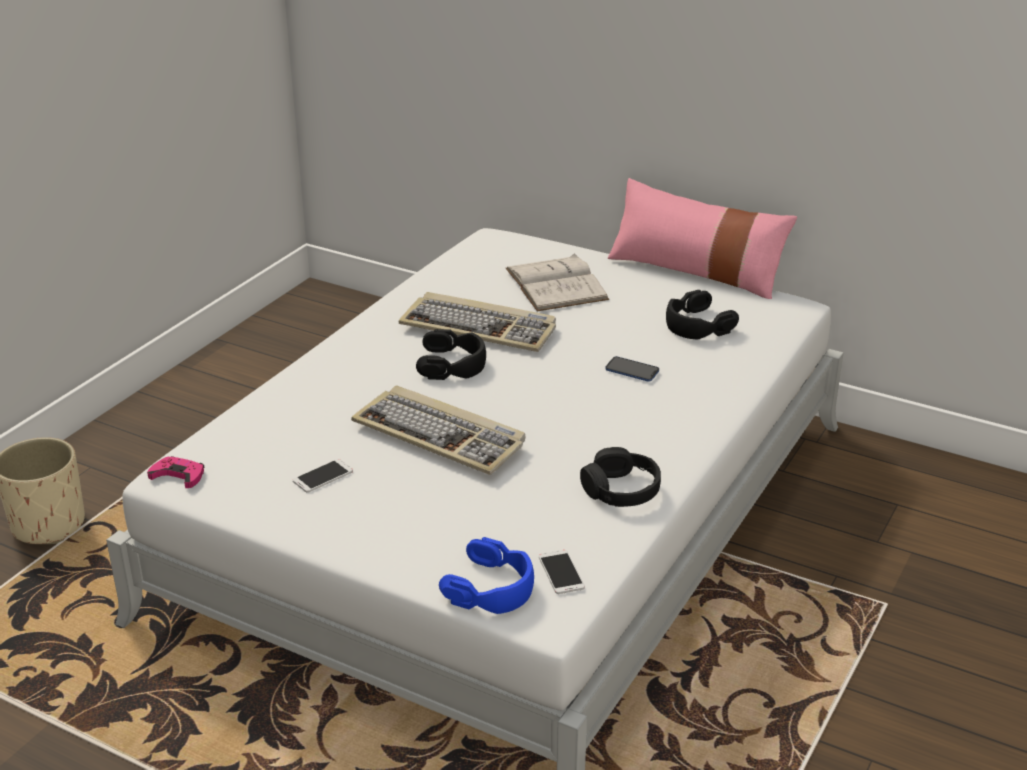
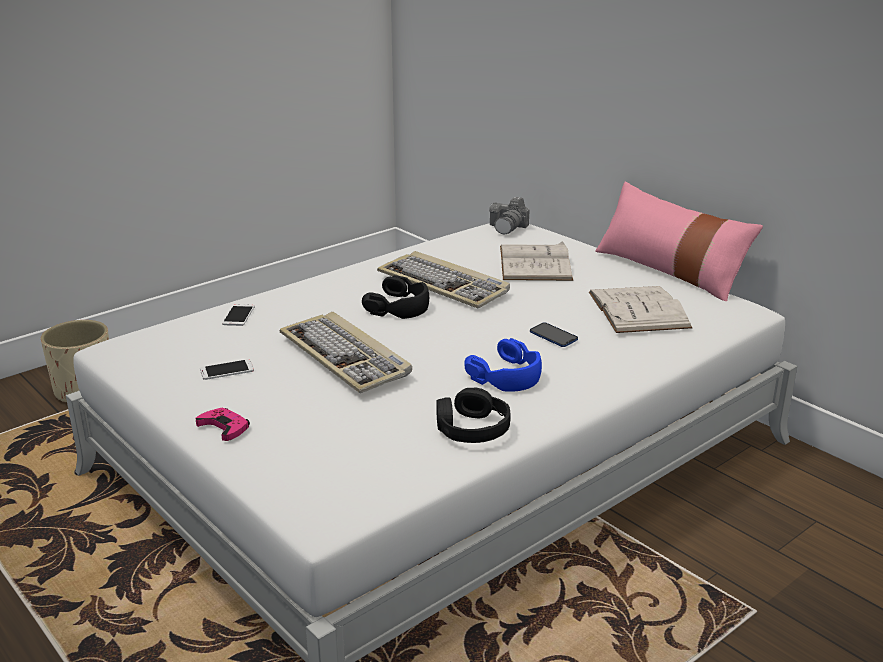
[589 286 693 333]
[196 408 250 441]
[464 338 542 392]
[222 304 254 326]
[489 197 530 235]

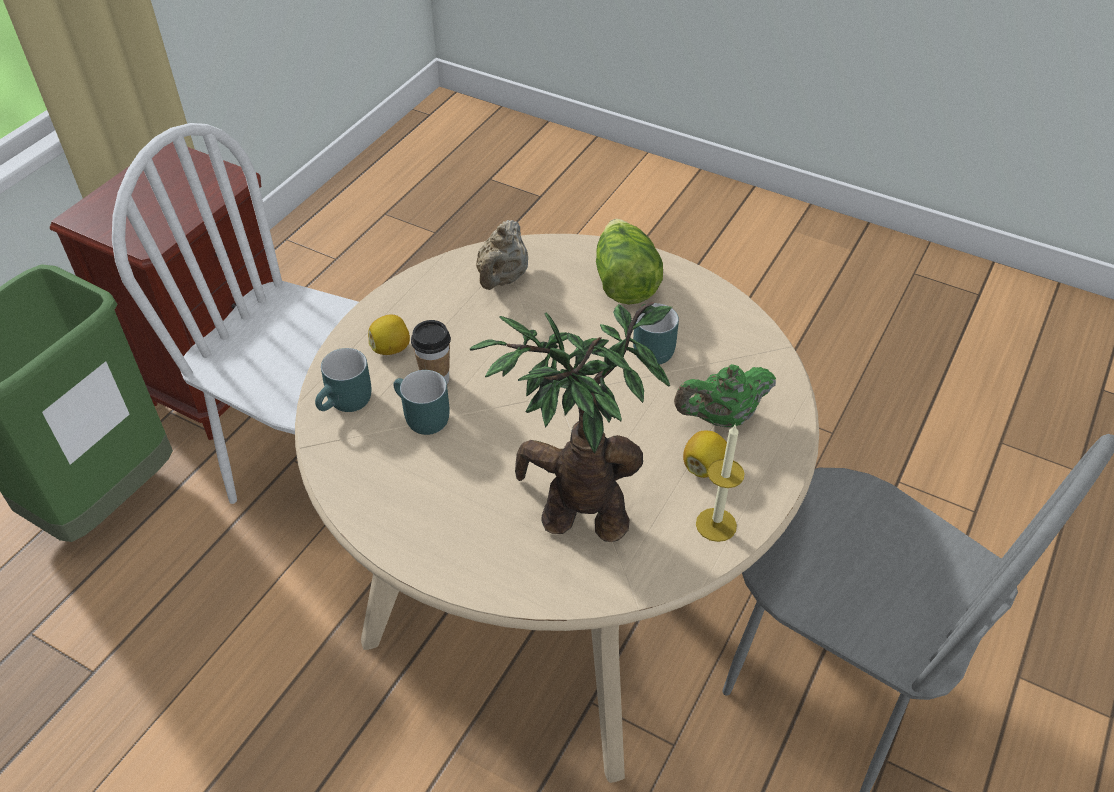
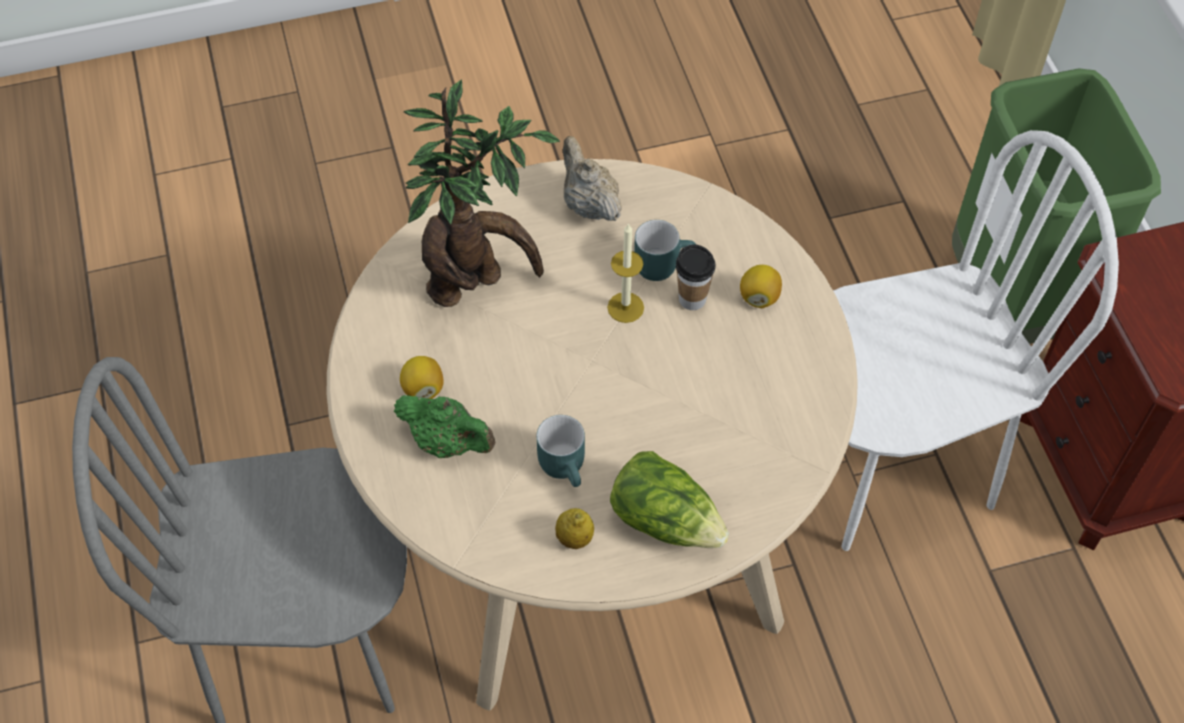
[563 136 622 221]
[315 348 371 412] (first image)
[394 395 495 458]
[607 223 644 323]
[555 508 594 549]

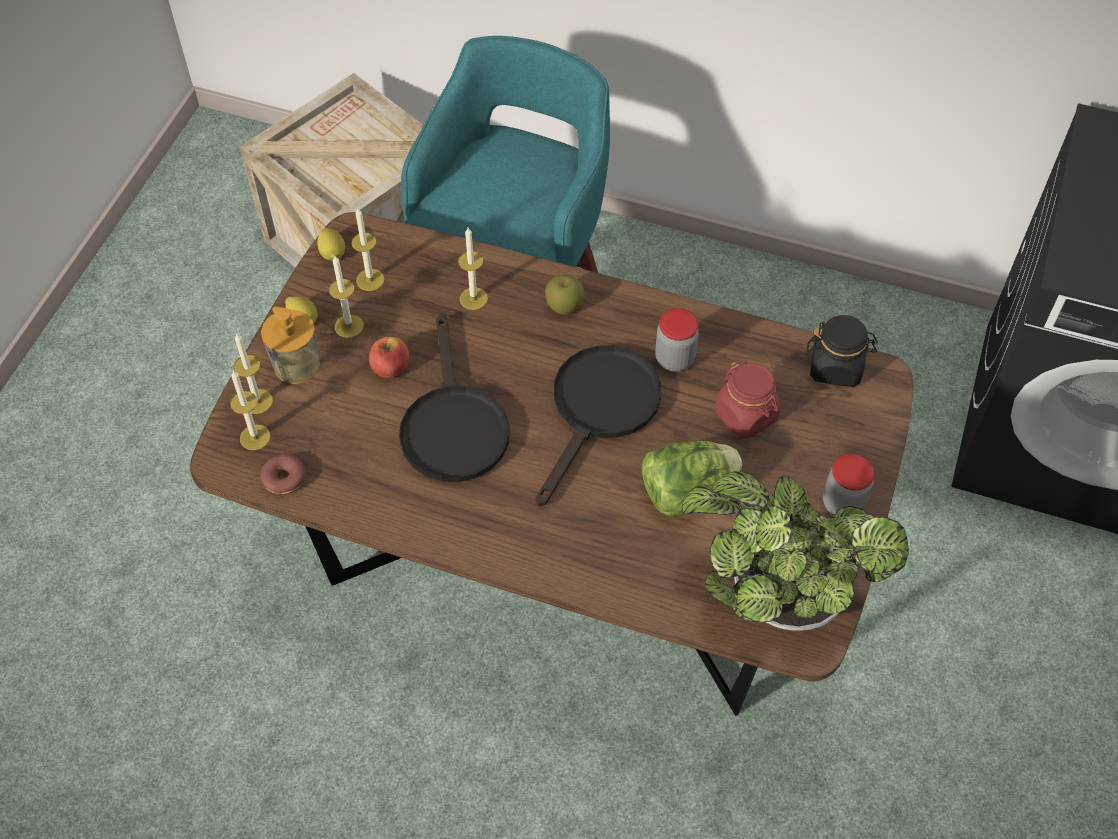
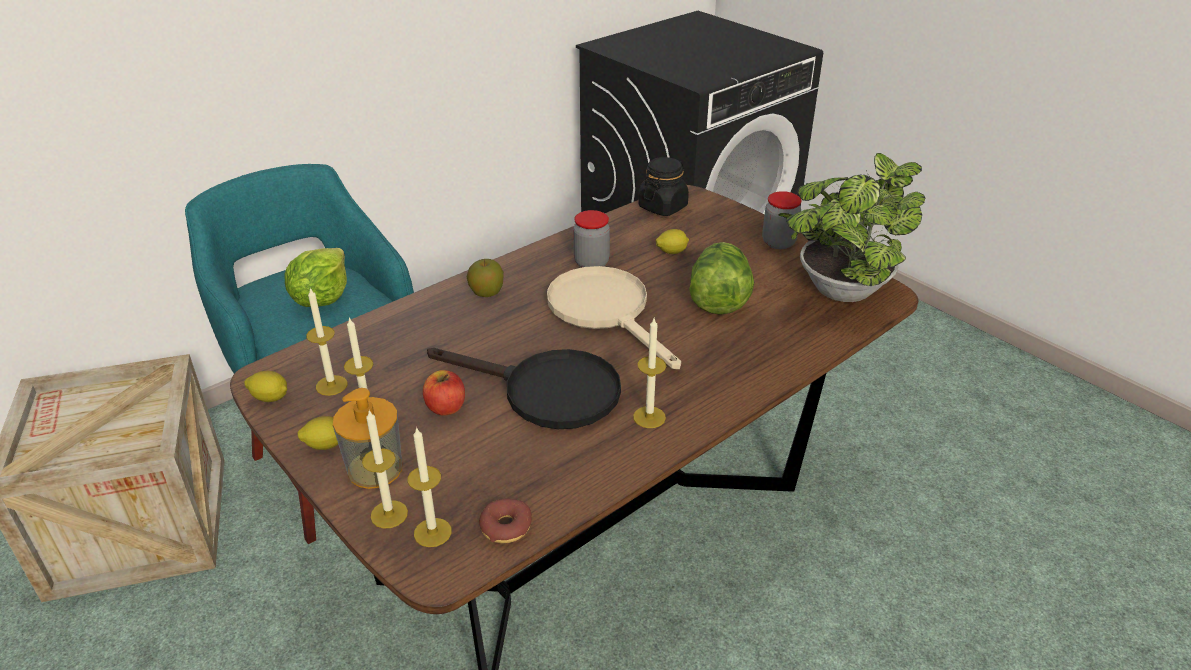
[633 318 666 428]
[547 266 681 369]
[656 229 689 254]
[284 248 347 307]

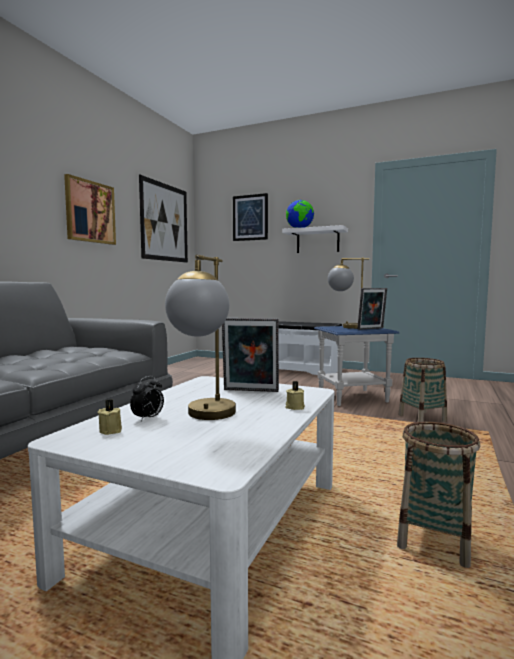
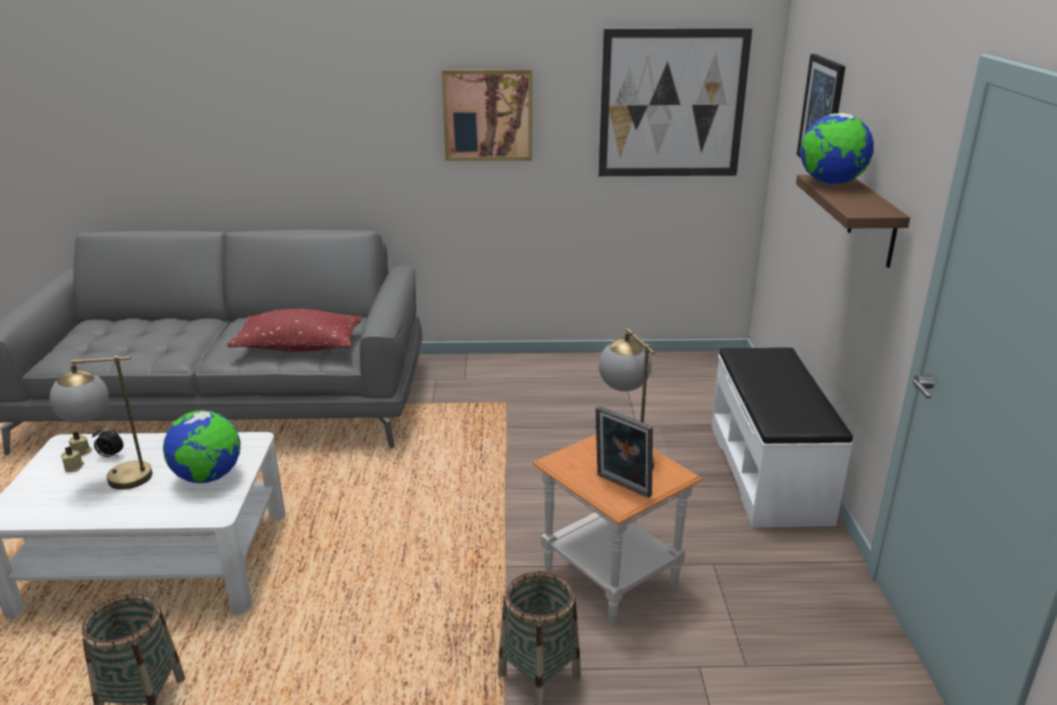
[796 175 910 268]
[163 410 241 483]
[532 434 703 625]
[61 447 84 472]
[227 309 362 351]

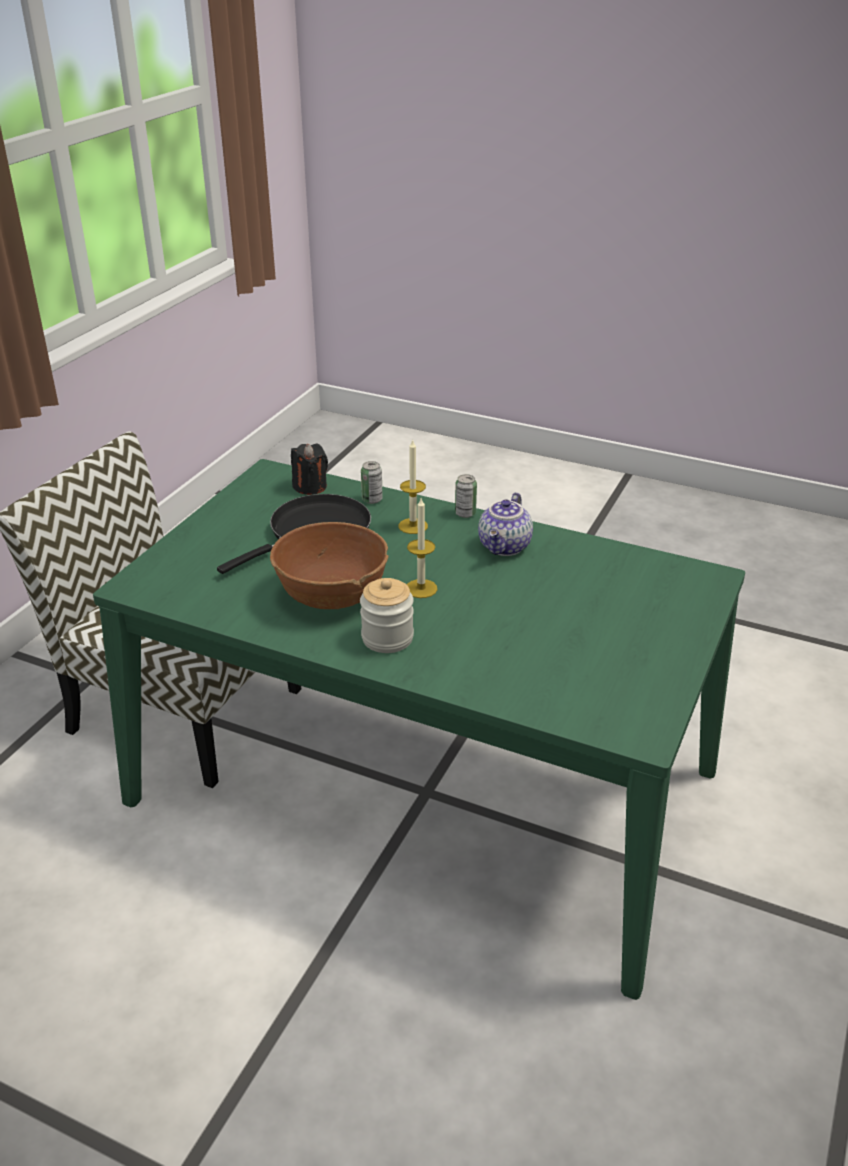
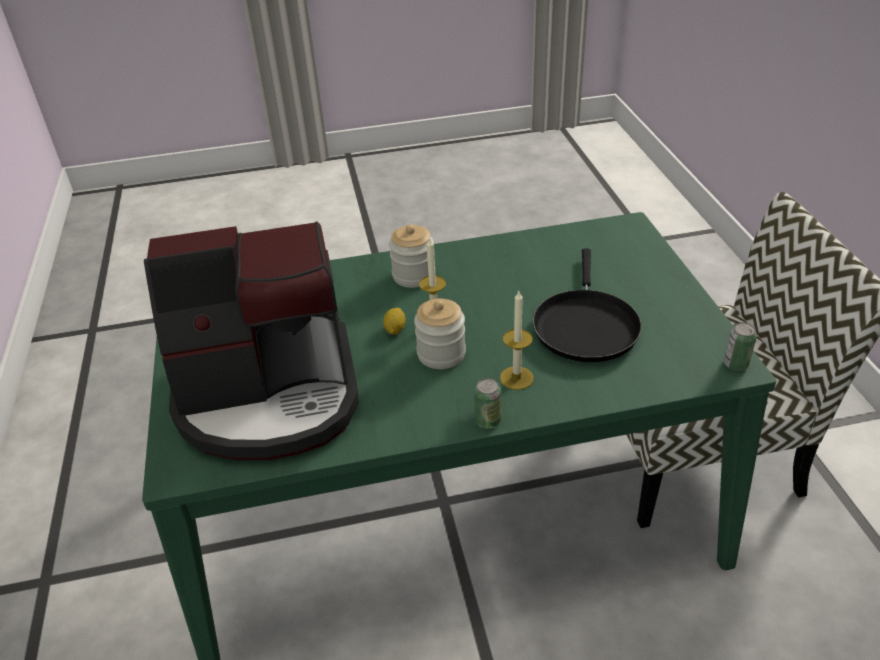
[291 444 328 495] (first image)
[724 322 757 371]
[478 492 533 556] (first image)
[270 522 389 609] (first image)
[144 221 359 460]
[414 299 466 369]
[383 308 406 335]

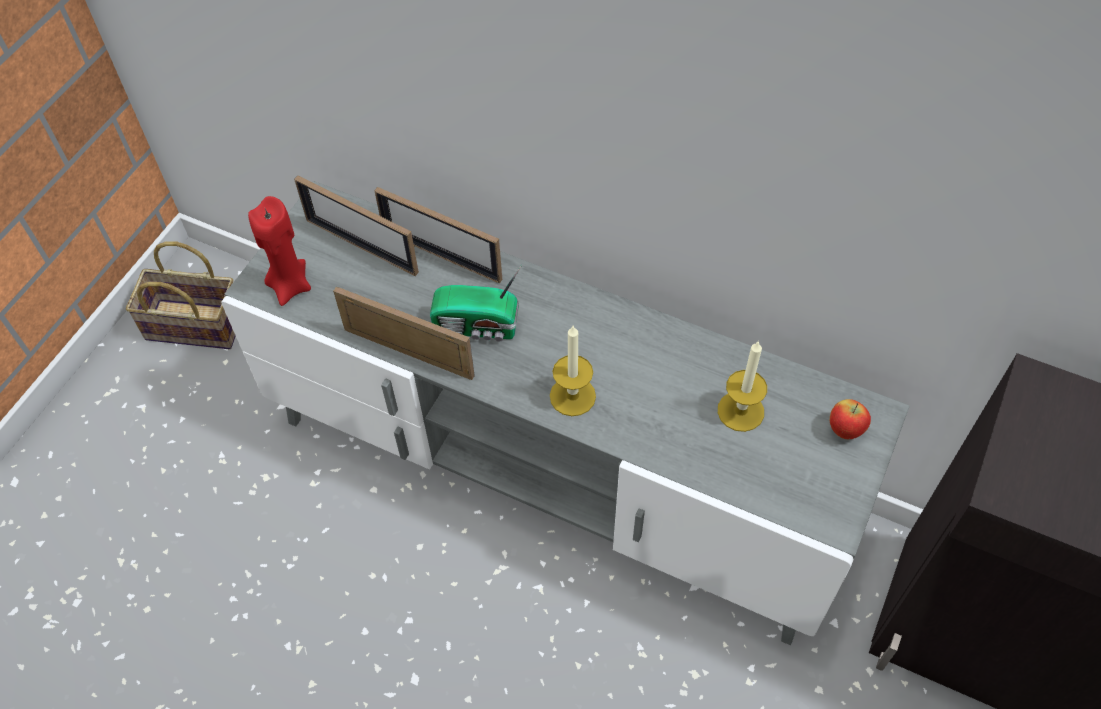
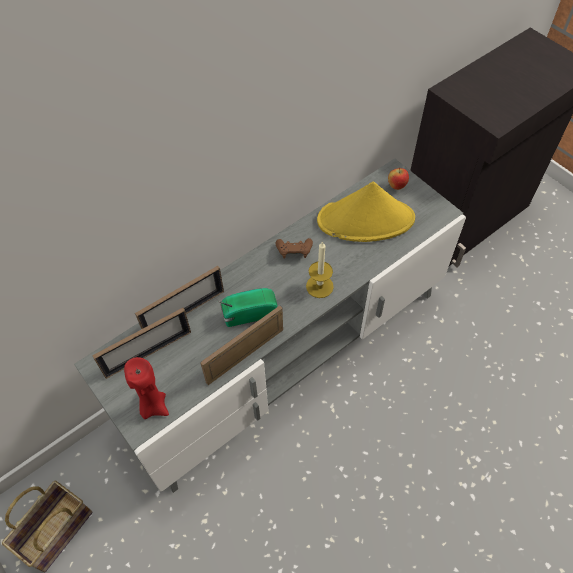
[217 288 278 327]
[317 182 415 242]
[276 238 313 259]

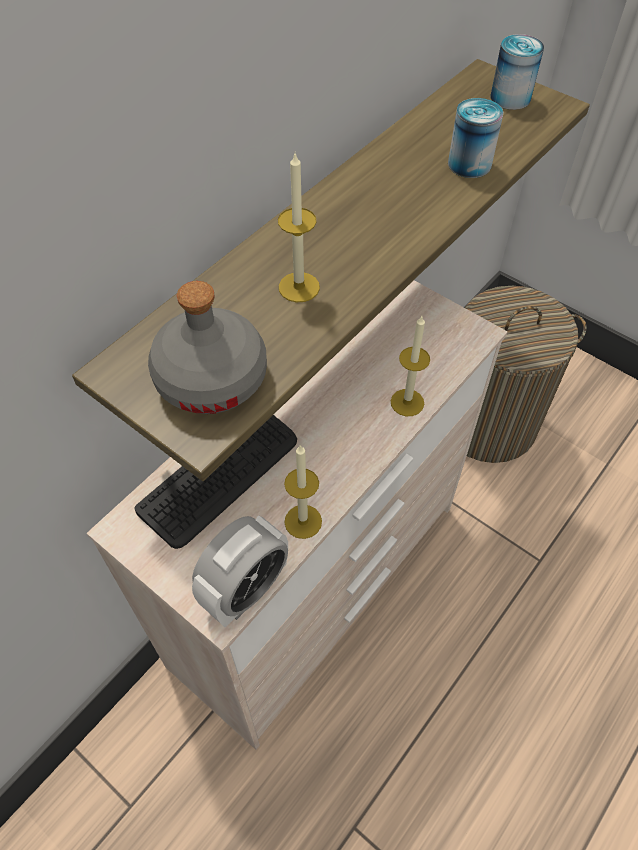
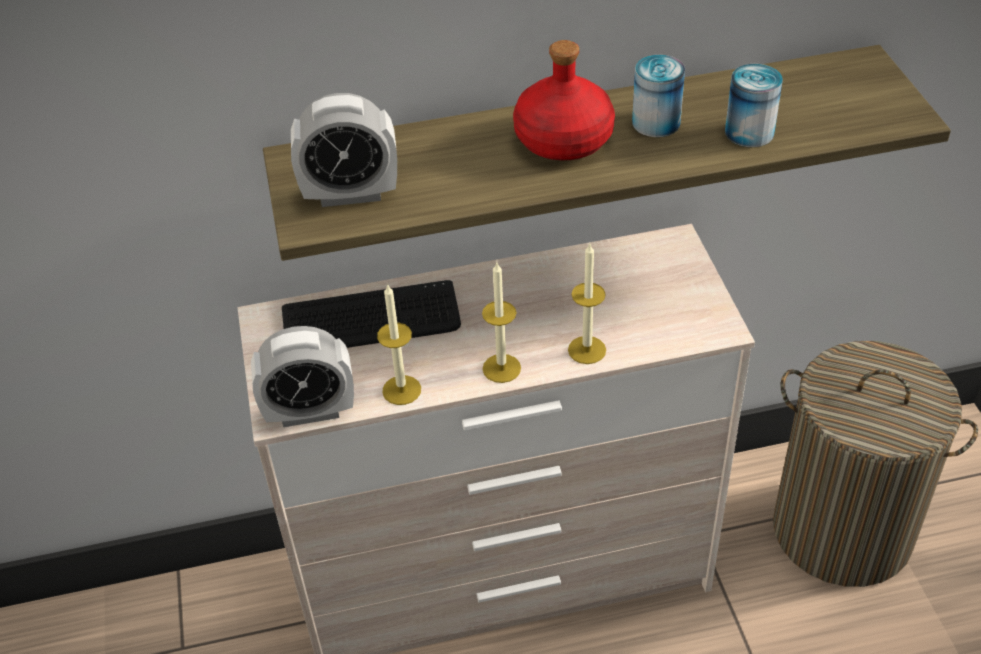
[632 55 685 137]
[482 263 521 383]
[291 93 397 207]
[513 40 615 160]

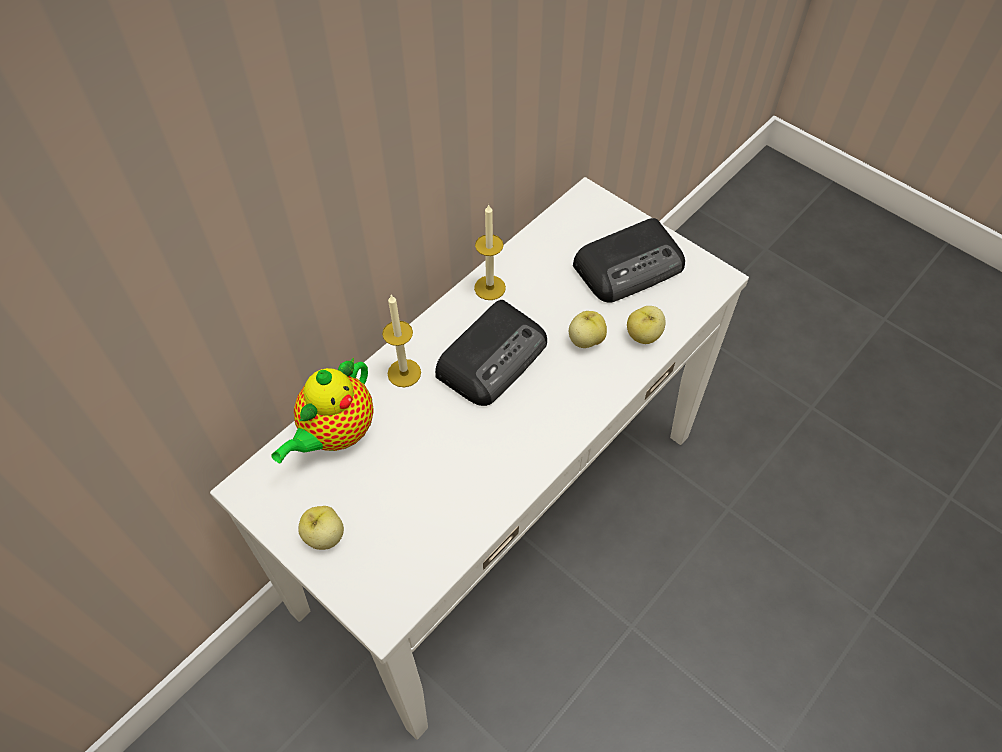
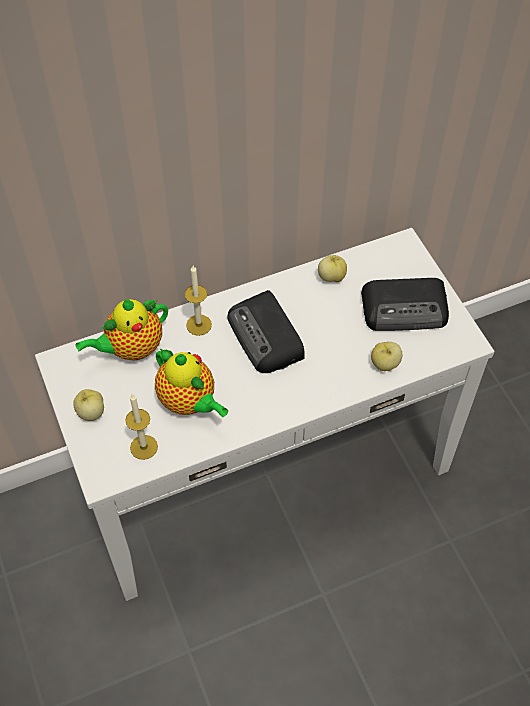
[125 394 158 460]
[227 290 305 373]
[318 255 347 282]
[155 348 228 417]

